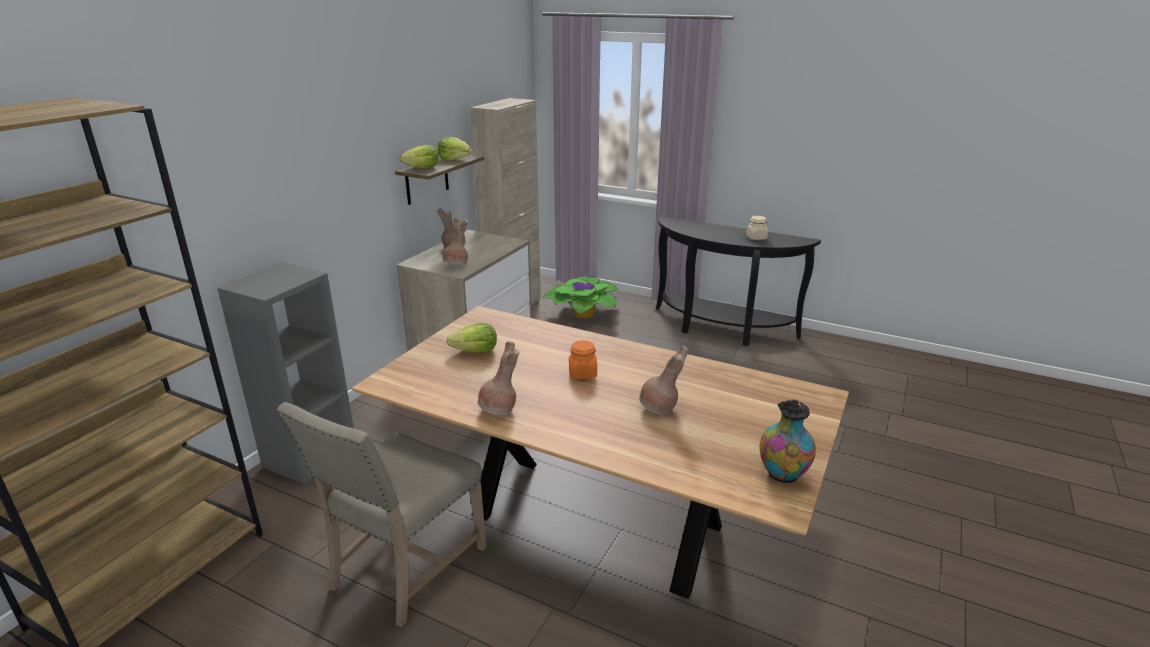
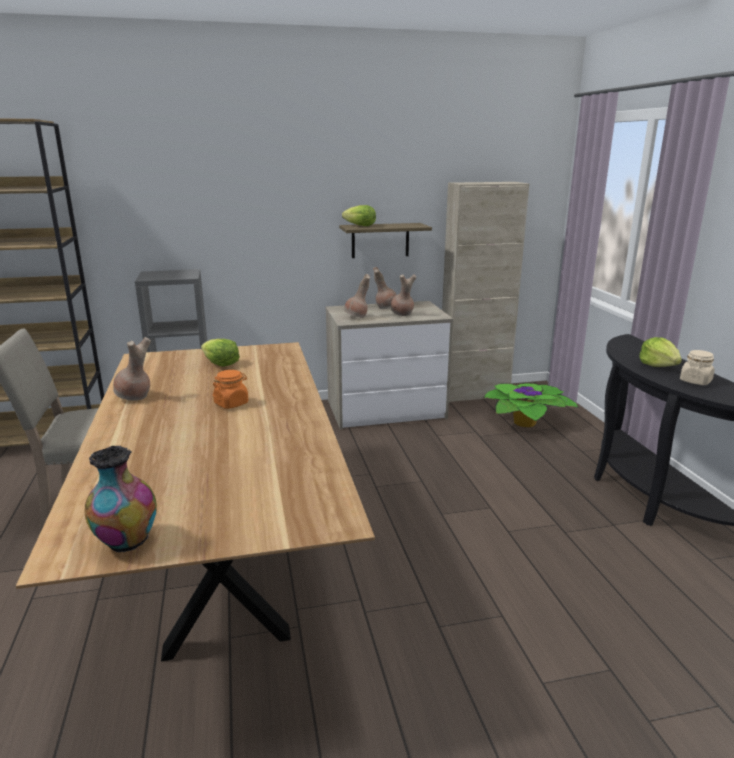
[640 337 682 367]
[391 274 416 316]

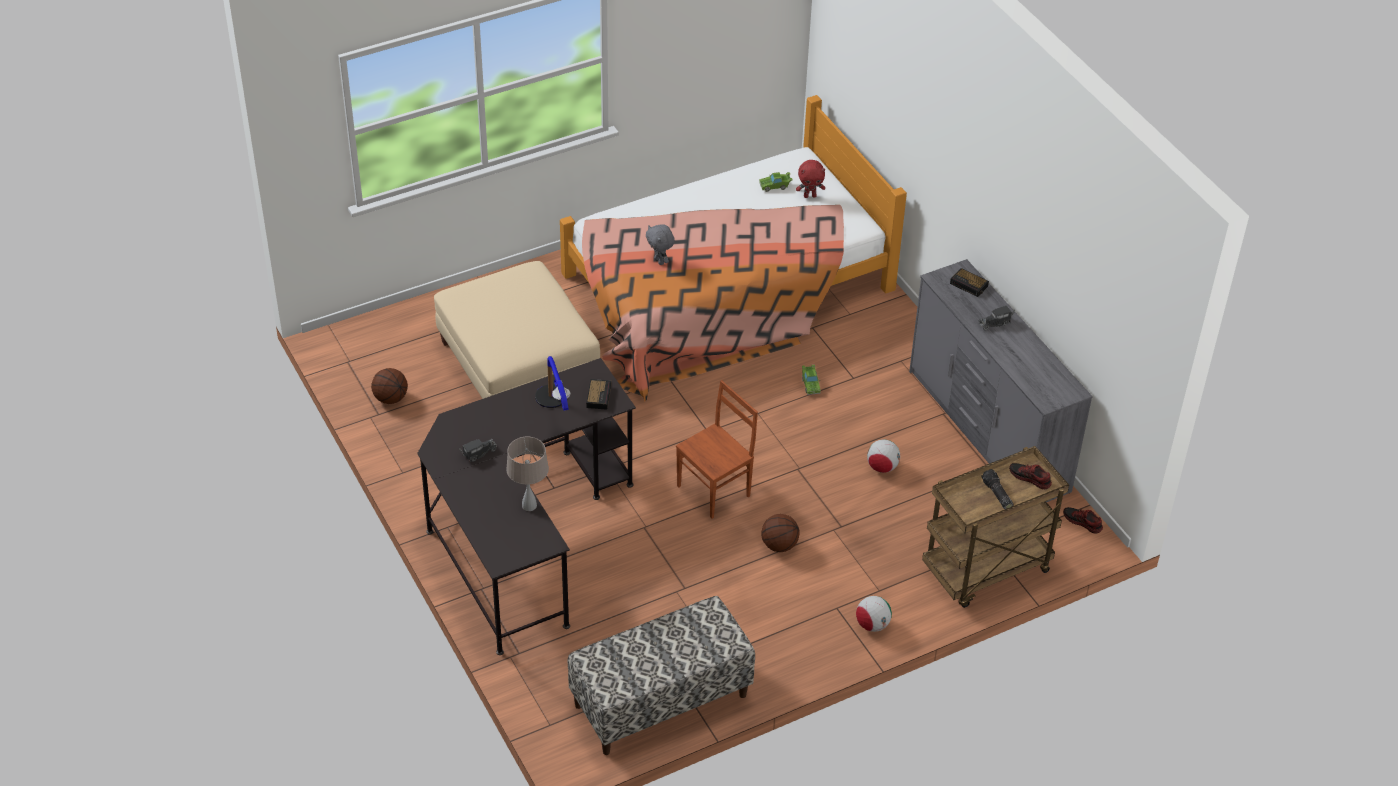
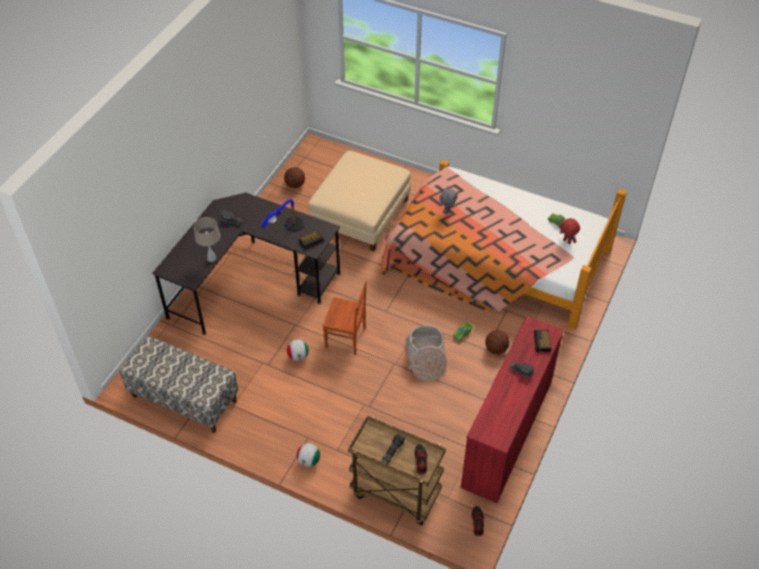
[461 316 564 503]
[287 339 309 361]
[485 330 510 354]
[405 325 447 381]

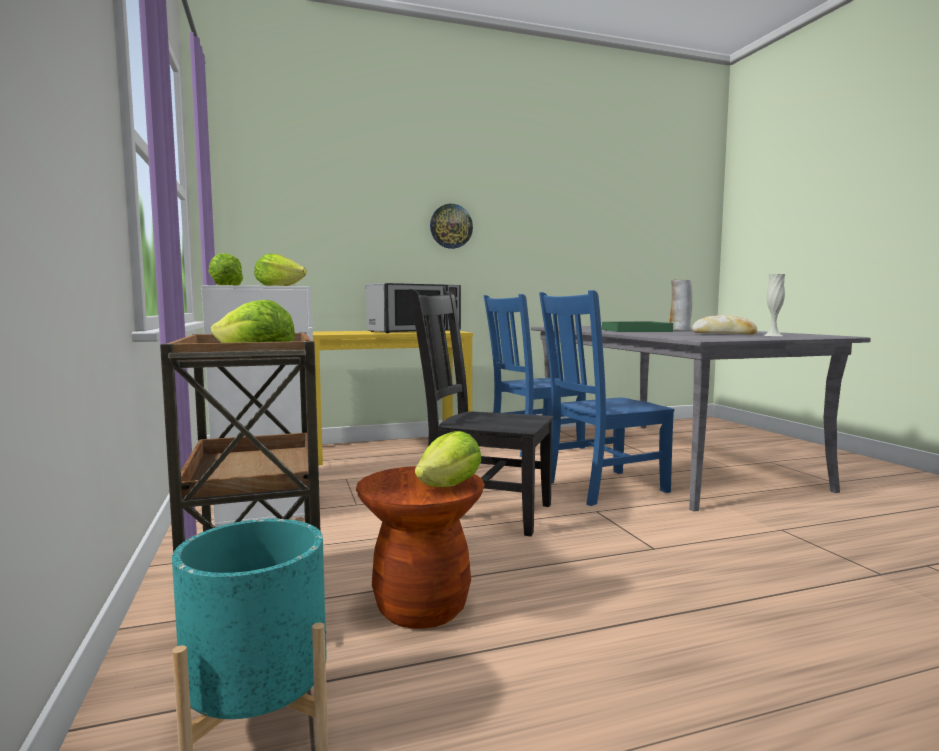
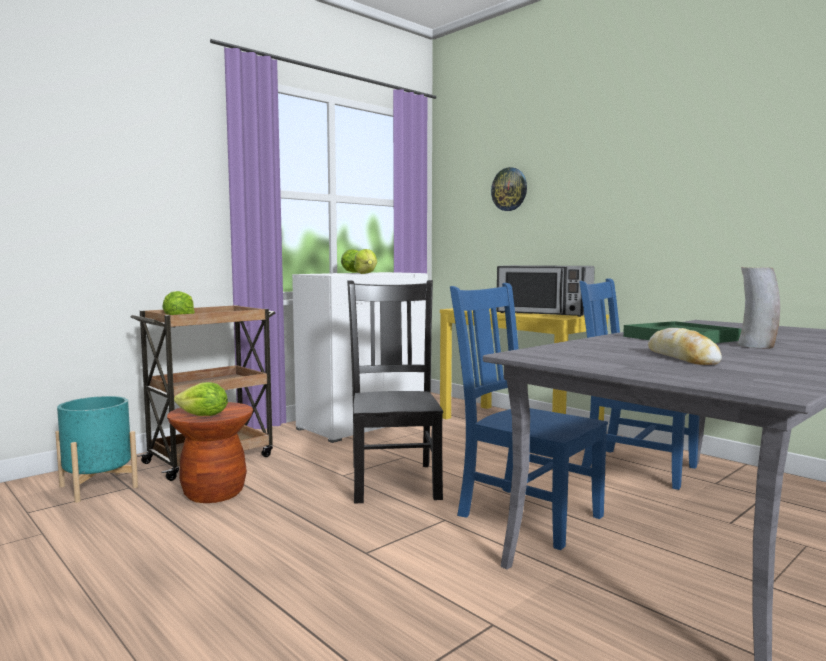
[491 167 527 211]
[764 274 785 336] (first image)

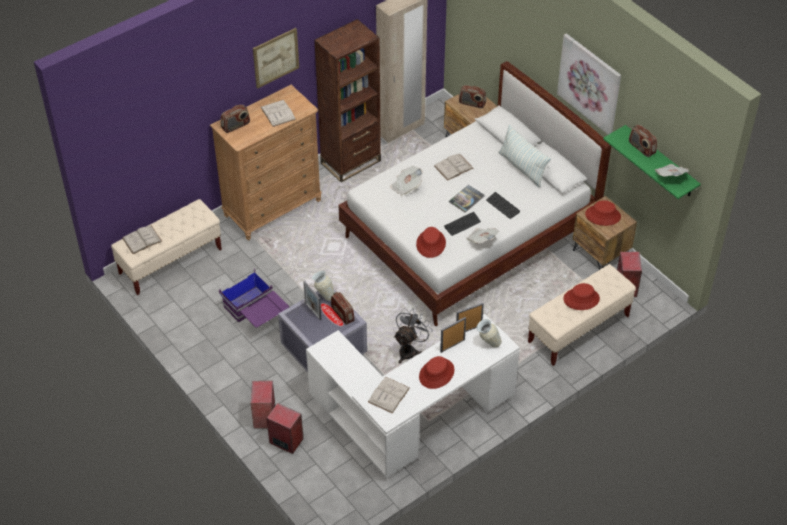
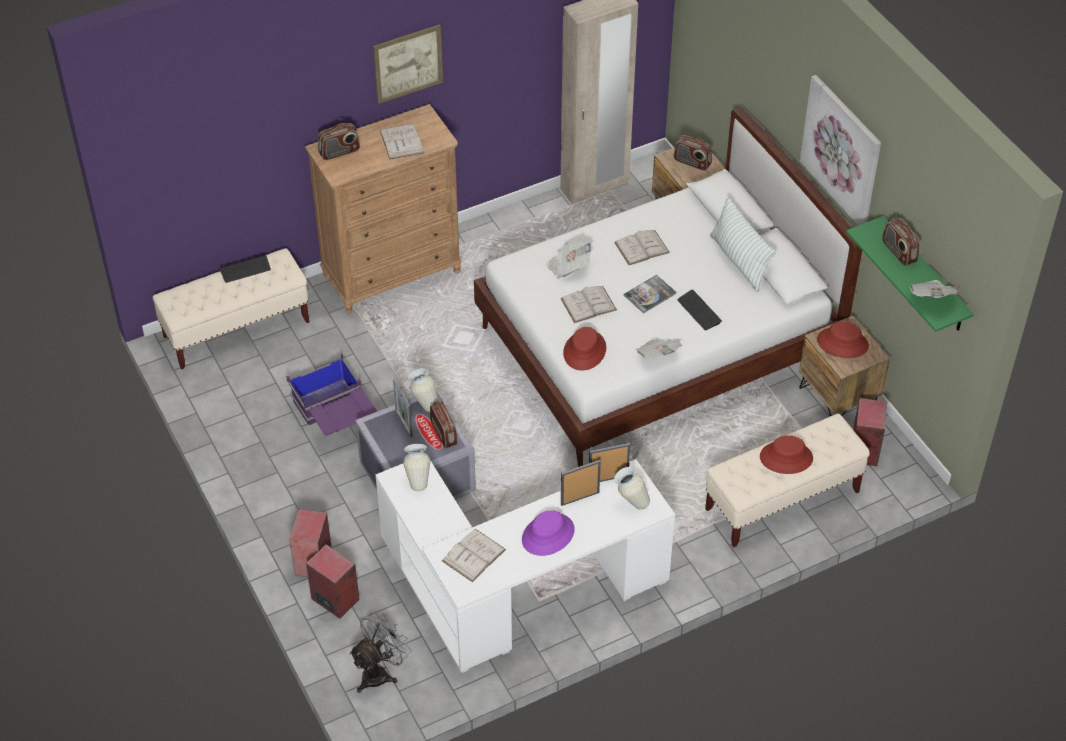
[314 19 381 182] (first image)
[219 255 271 283]
[561 286 617 323]
[349 611 411 693]
[522 510 575 556]
[403 444 430 491]

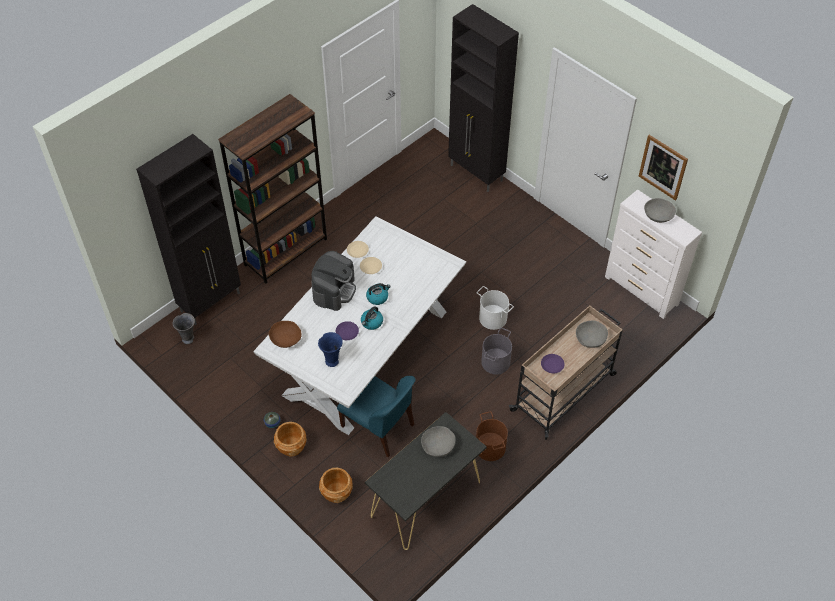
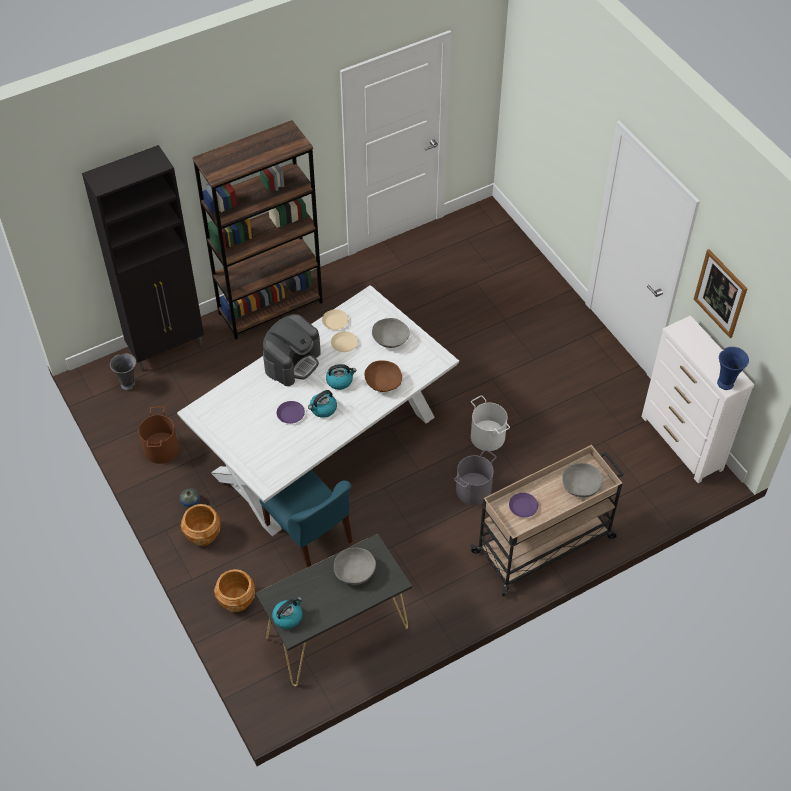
[448 4 519 192] (first image)
[372 318 410 348]
[364 360 402 392]
[717 347 749 390]
[139 407 179 464]
[272 597 302 629]

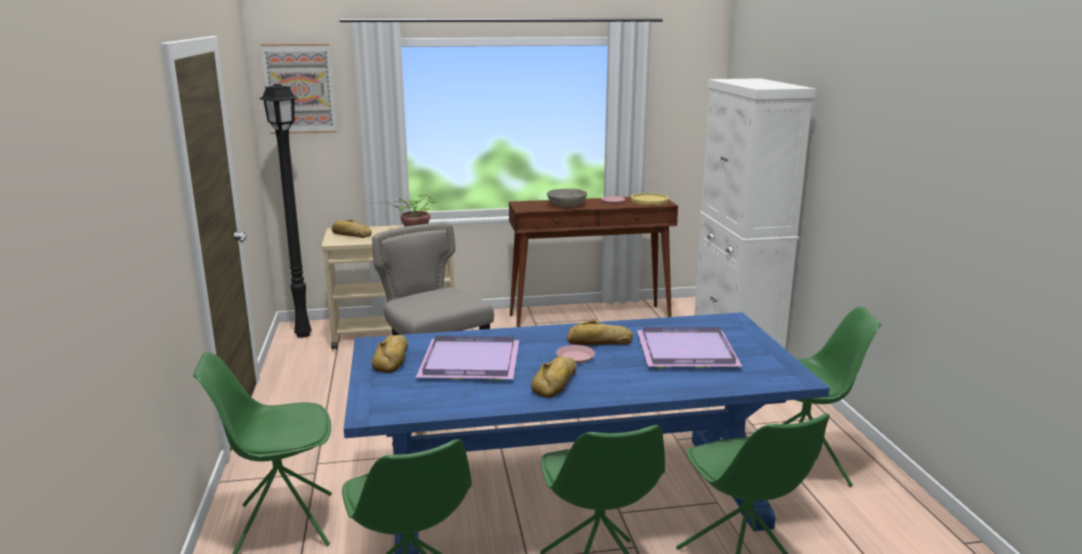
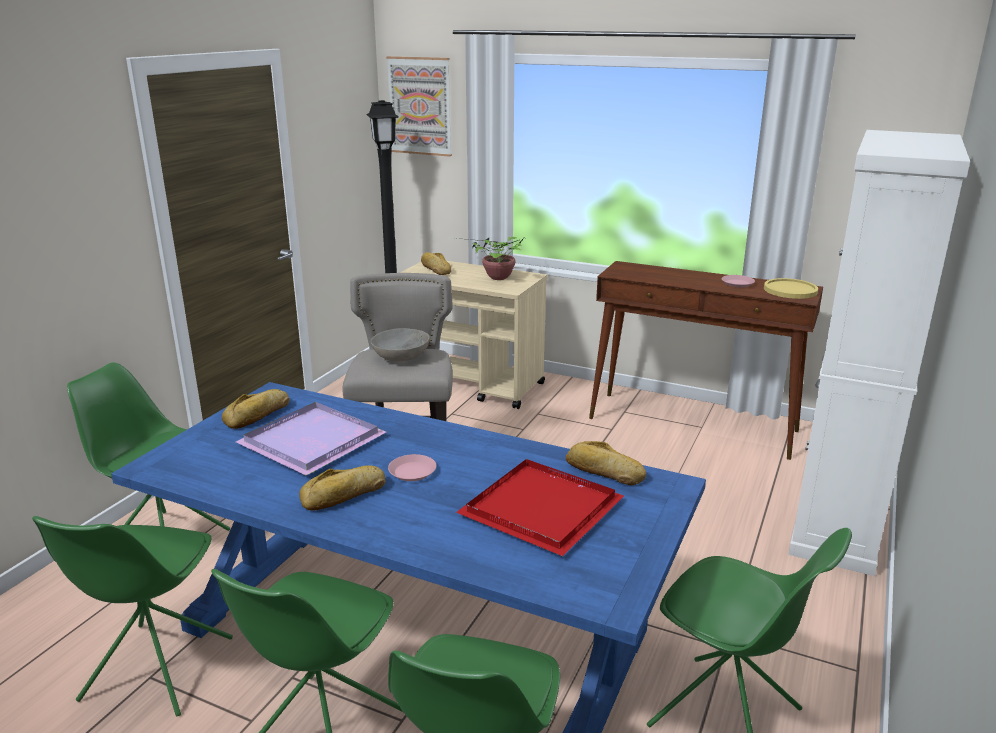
[371 328 430 361]
[566 441 646 485]
[456 459 624 556]

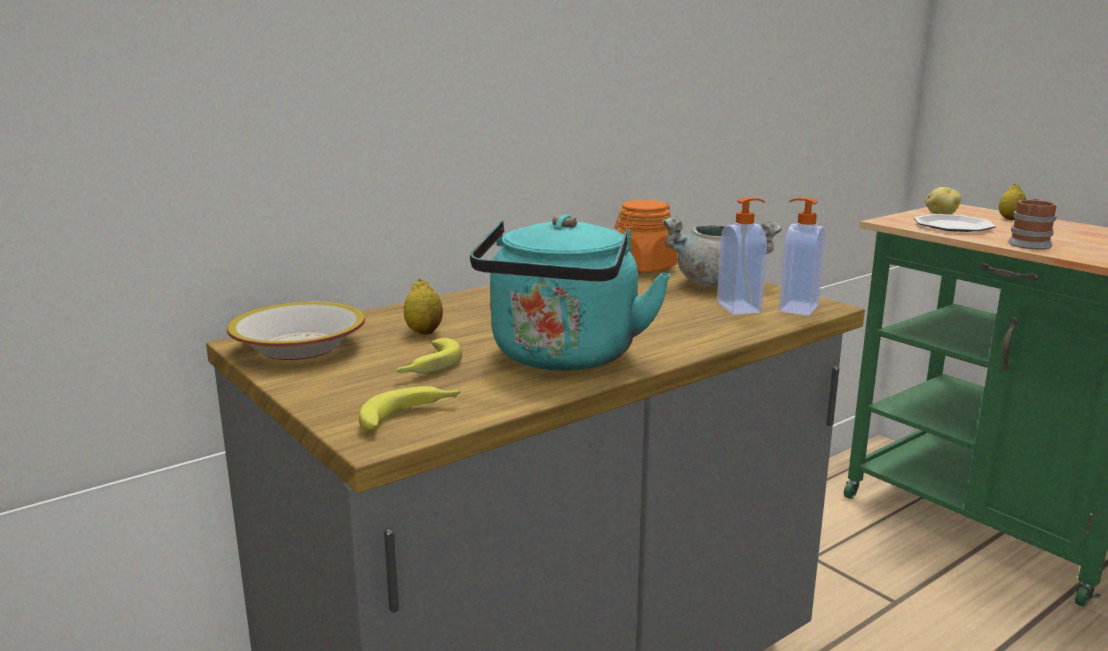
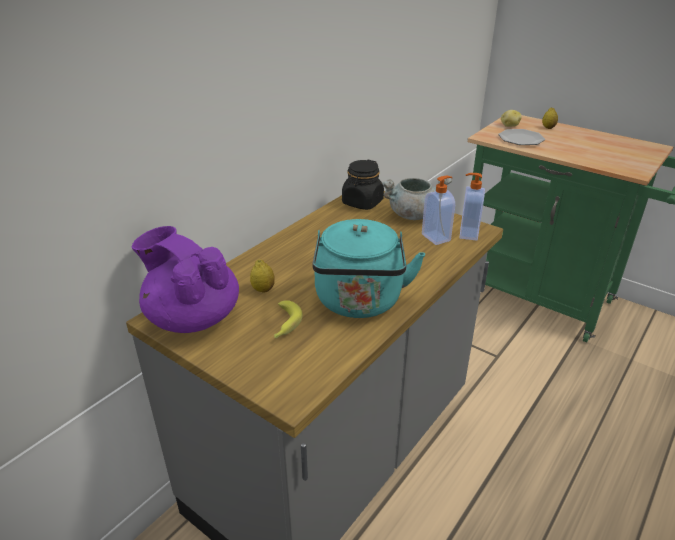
[1008 199 1057 249] (first image)
[342 160 384 210]
[132 226 239 333]
[359 386 461 432] (first image)

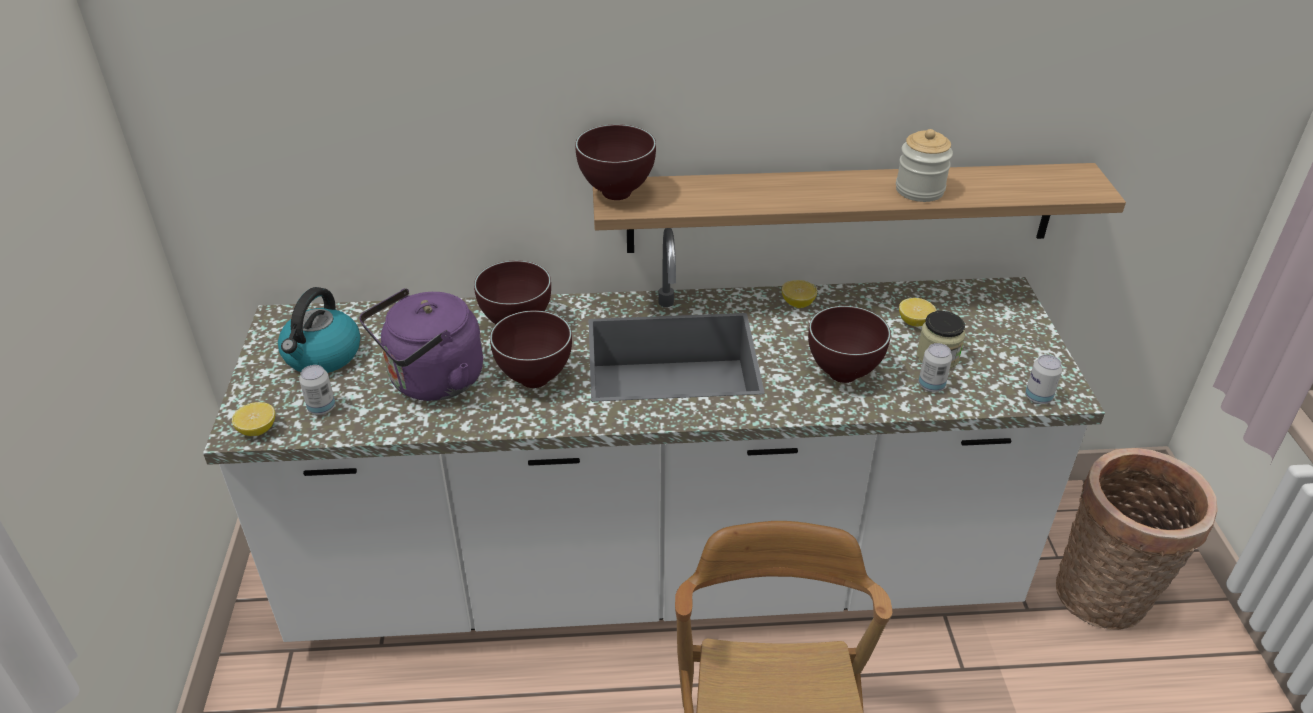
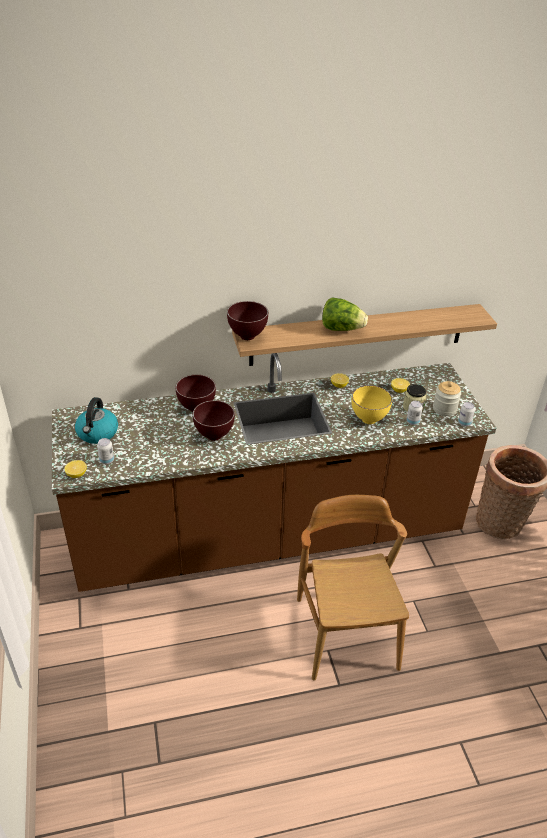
[433 381 461 416]
[52 353 496 592]
[360 288 483 401] (first image)
[351 385 392 424]
[322 297 368 331]

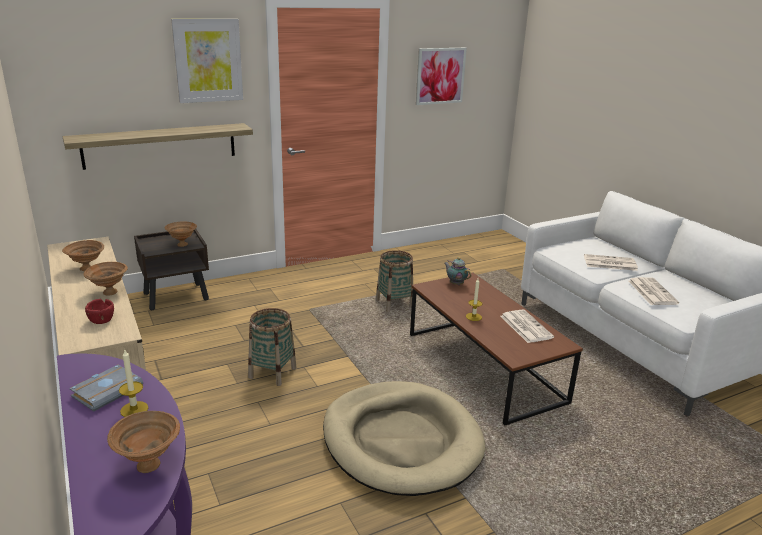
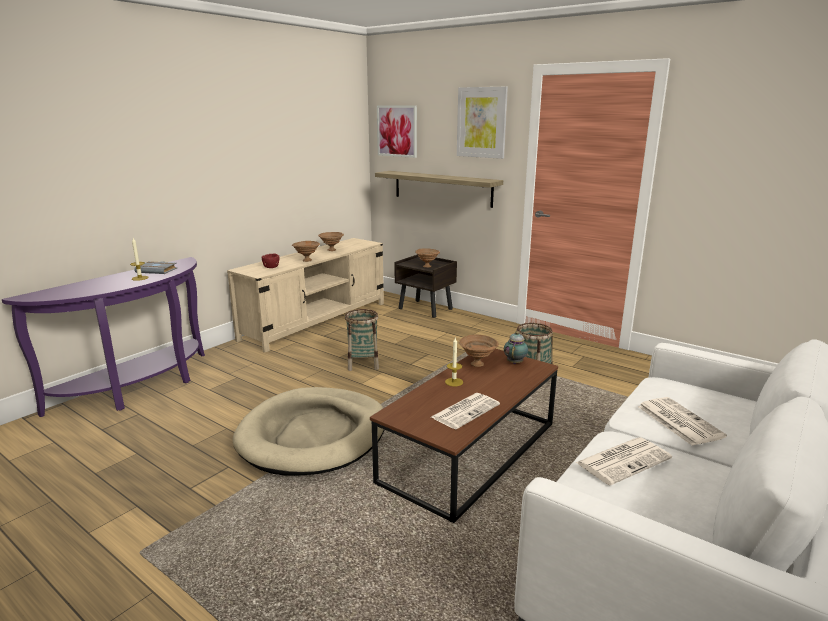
[377 106 417 158]
[459 334 499 367]

